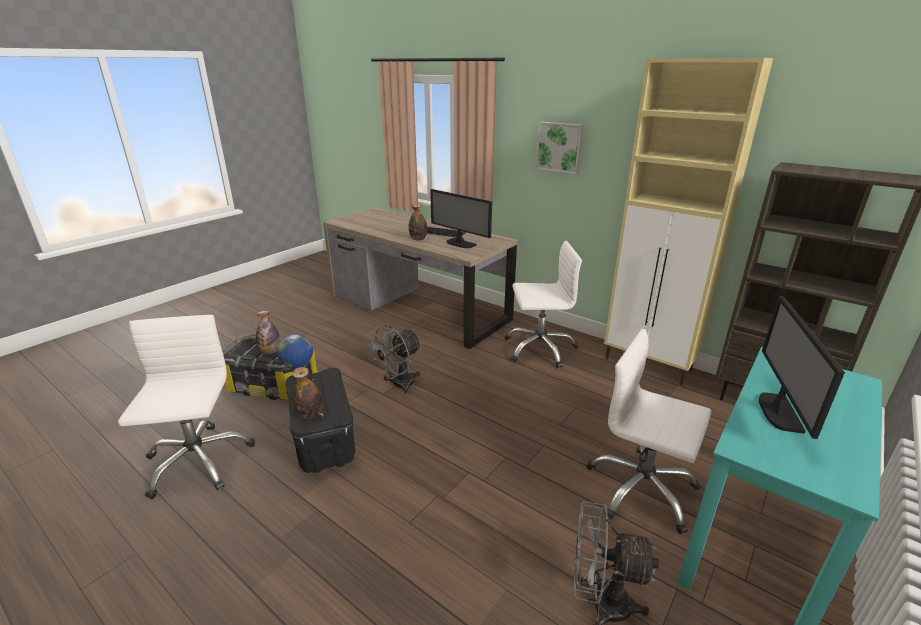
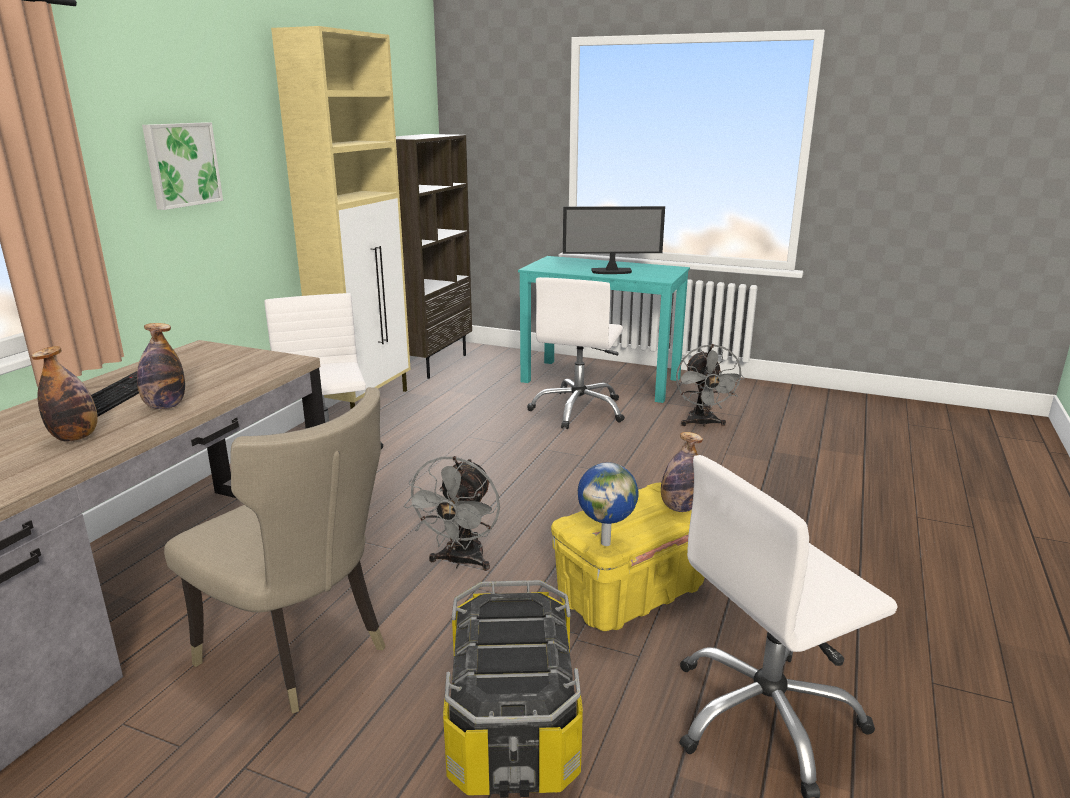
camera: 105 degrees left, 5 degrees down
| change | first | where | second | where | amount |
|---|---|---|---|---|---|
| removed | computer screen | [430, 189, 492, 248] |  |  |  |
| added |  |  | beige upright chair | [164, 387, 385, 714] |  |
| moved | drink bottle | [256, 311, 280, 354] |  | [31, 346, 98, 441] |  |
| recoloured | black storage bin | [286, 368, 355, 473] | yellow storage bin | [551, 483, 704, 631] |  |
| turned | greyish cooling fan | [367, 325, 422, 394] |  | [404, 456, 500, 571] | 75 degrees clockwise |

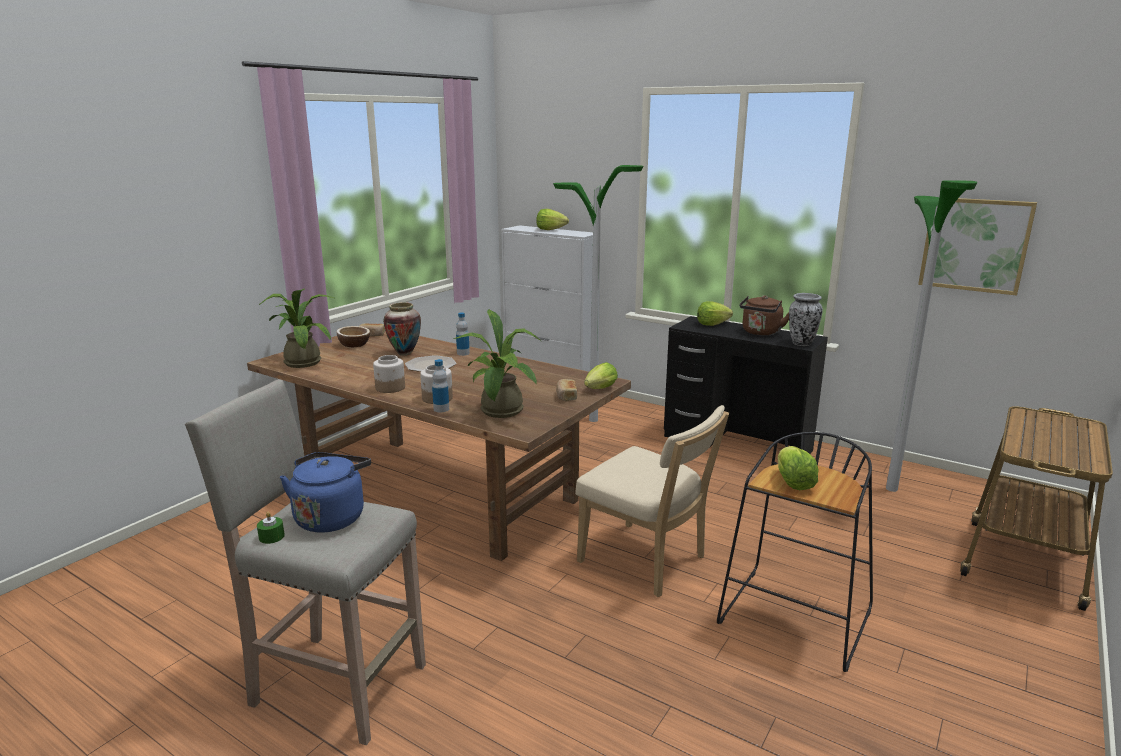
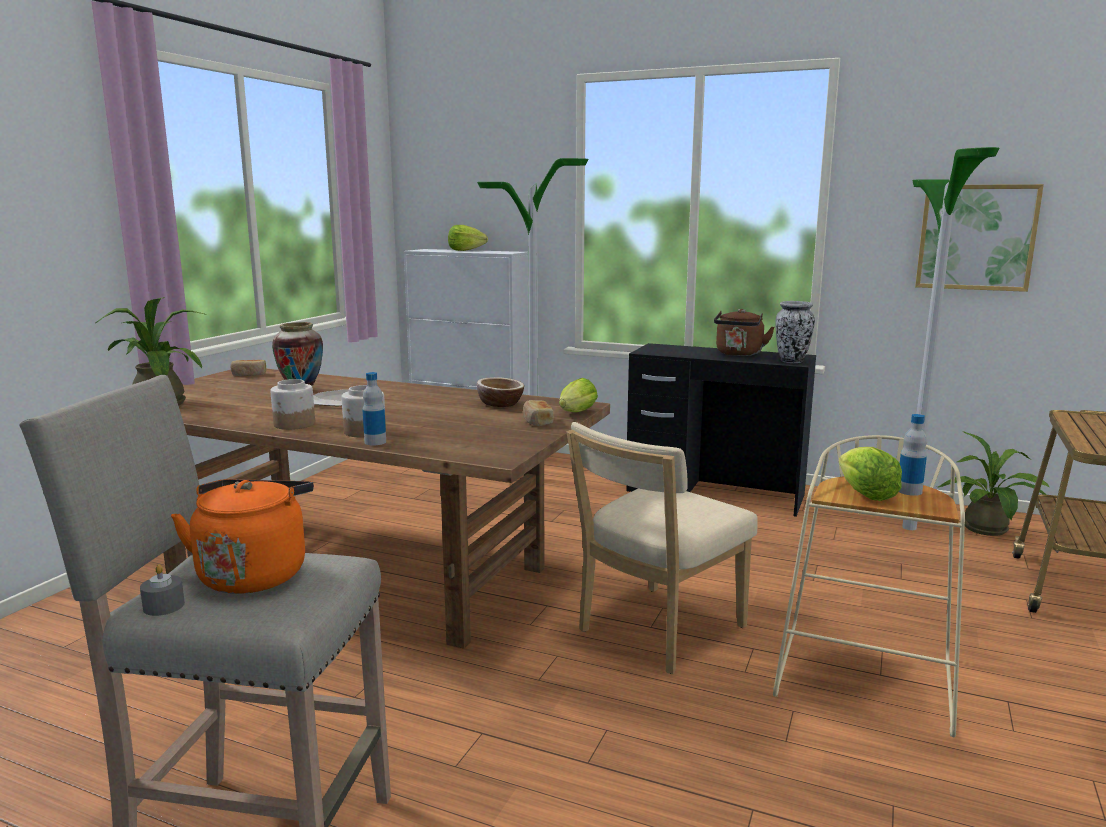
camera: 10 degrees left, 5 degrees down
| change | first | where | second | where | amount |
|---|---|---|---|---|---|
| removed | lettuce | [697, 302, 733, 326] |  |  |  |
| moved | bowl | [337, 326, 370, 347] |  | [477, 377, 524, 407] |  |
| moved | plant in a pot | [453, 309, 541, 418] |  | [938, 431, 1049, 536] |  |
| moved | drink bottle | [456, 312, 470, 356] |  | [899, 414, 927, 496] |  |
| recoloured | green-coloured wax light | [257, 512, 285, 544] | greyish wax light | [140, 564, 185, 616] |  |
| recoloured | bluish kettle | [280, 452, 371, 533] | orange-coloured kettle | [171, 479, 314, 594] |  |
| recoloured | black stool seat | [717, 432, 873, 672] | beige stool seat | [773, 435, 965, 738] |  |
| turned | beige upright chair | [575, 405, 729, 597] |  | [567, 422, 758, 674] | 105 degrees clockwise |

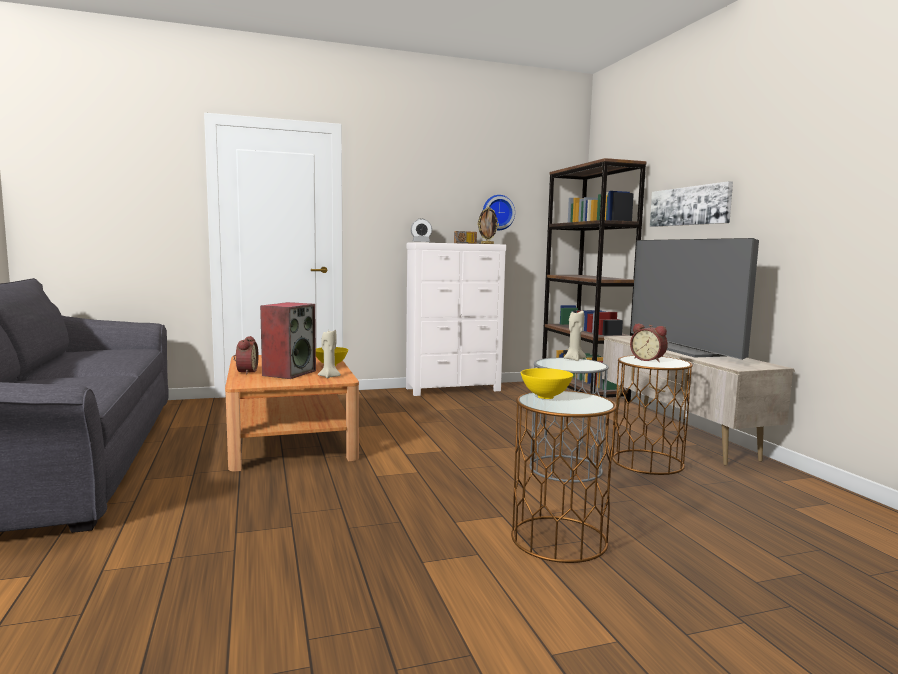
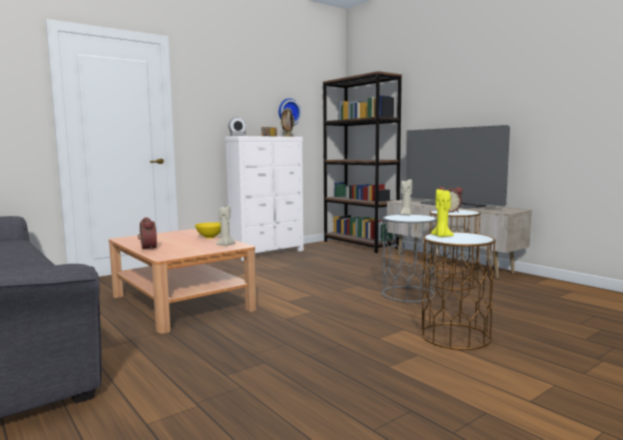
camera: 20 degrees left, 0 degrees up
| change | first | where | second | where | amount |
|---|---|---|---|---|---|
| removed | speaker | [260, 302, 316, 379] |  |  |  |
| removed | wall picture | [650, 181, 733, 227] |  |  |  |
| replaced | yellow bowl | [521, 368, 573, 399] | yellow wax light | [431, 189, 454, 237] |  |

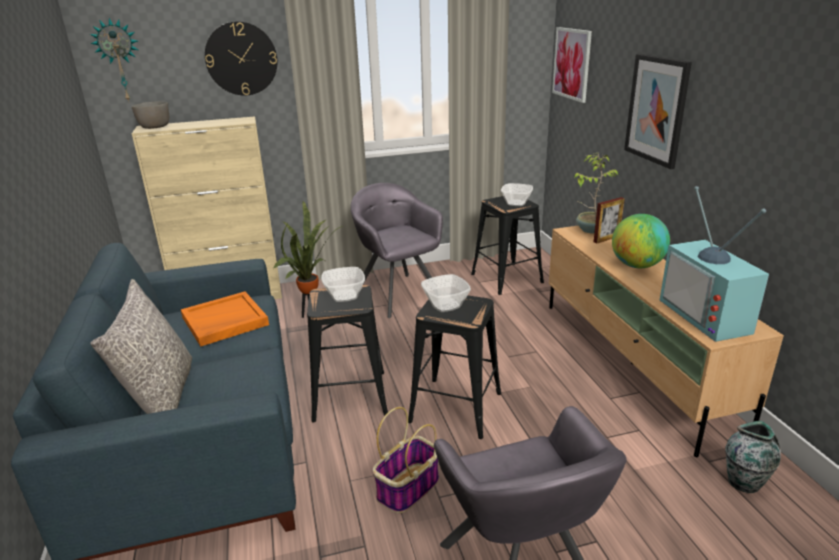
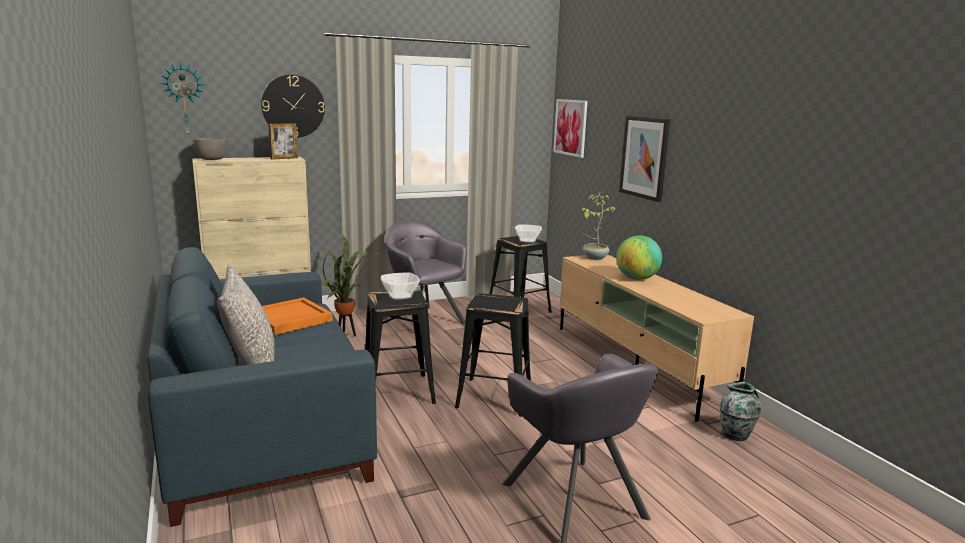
camera: 10 degrees left, 10 degrees down
| change | first | where | second | where | amount |
|---|---|---|---|---|---|
| removed | household basket | [373, 407, 439, 513] |  |  |  |
| removed | bowl | [421, 274, 471, 312] |  |  |  |
| removed | television | [660, 186, 769, 342] |  |  |  |
| moved | picture frame | [594, 197, 625, 244] |  | [268, 123, 298, 159] |  |

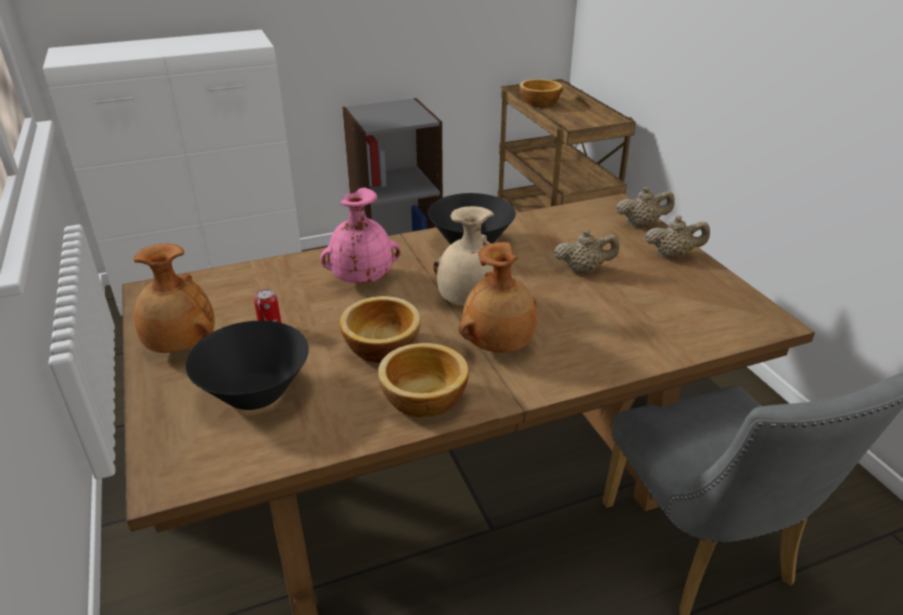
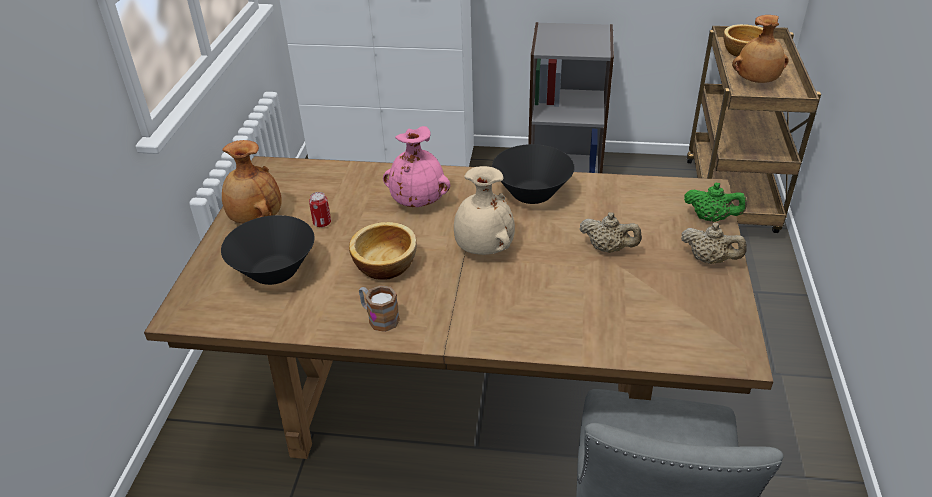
camera: 30 degrees right, 5 degrees up
| change | first | where | second | where | amount |
|---|---|---|---|---|---|
| moved | brownish flower vase | [458, 242, 537, 353] |  | [732, 15, 788, 83] |  |
| replaced | bowl | [378, 343, 469, 417] | mug | [359, 285, 400, 332] |  |
| recoloured | beige teapot | [616, 186, 675, 227] | green-coloured teapot | [684, 183, 747, 222] |  |

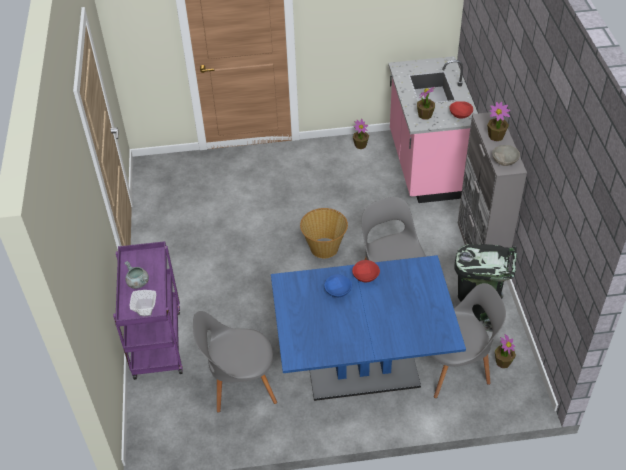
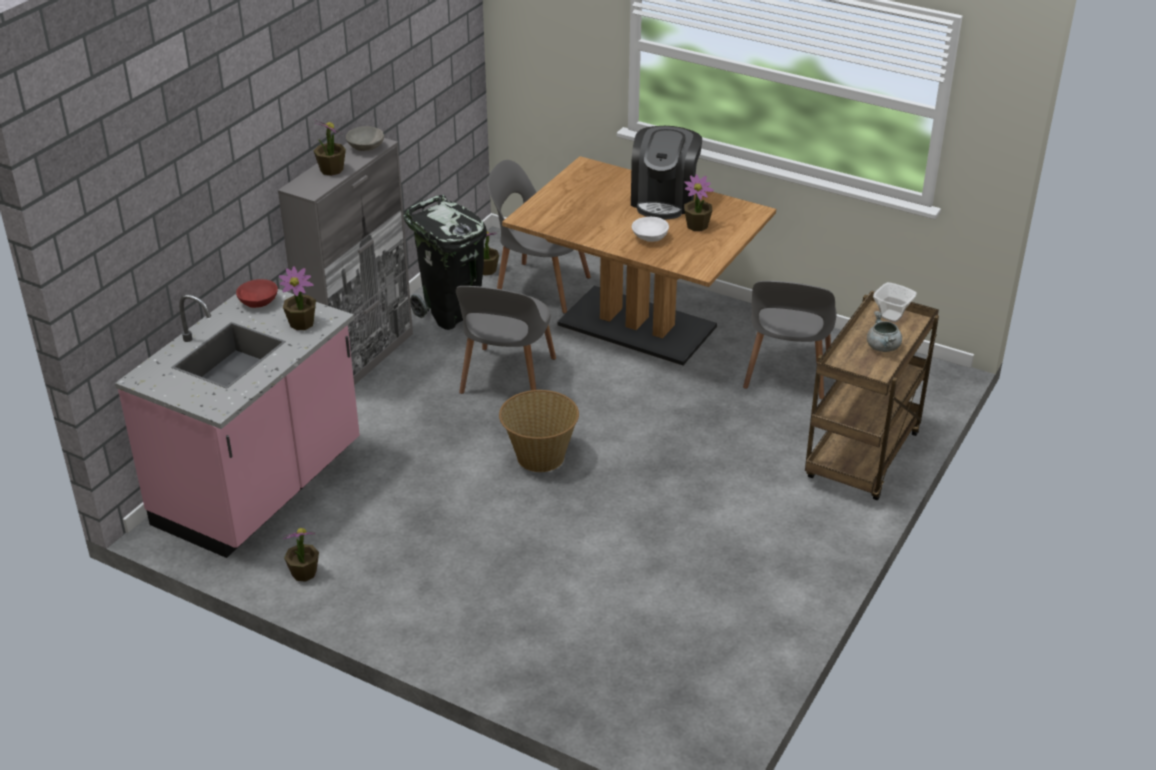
camera: 145 degrees left, 10 degrees down
| change | first | where | second | where | amount |
|---|---|---|---|---|---|
| removed | reddish bowl | [352, 260, 380, 282] |  |  |  |
| added |  |  | coffee machine | [631, 126, 702, 219] |  |
| added |  |  | plant in a pot | [684, 174, 714, 231] |  |
| recoloured | purple wheeled cart | [113, 241, 183, 380] | brownish wheeled cart | [805, 291, 939, 500] |  |
| recoloured | bluish dinner table | [271, 255, 466, 401] | brownish dinner table | [502, 156, 776, 365] |  |
| recoloured | bluish bowl | [324, 274, 352, 297] | white-coloured bowl | [632, 217, 669, 242] |  |
| turned | greyish upright chair | [193, 311, 277, 413] |  | [743, 281, 836, 399] | 75 degrees clockwise |

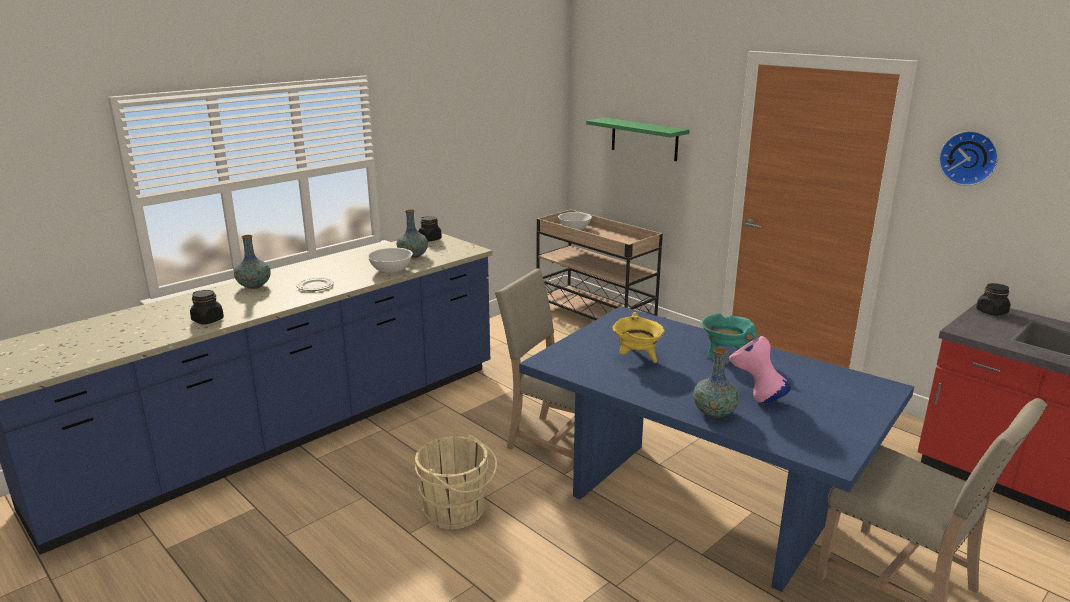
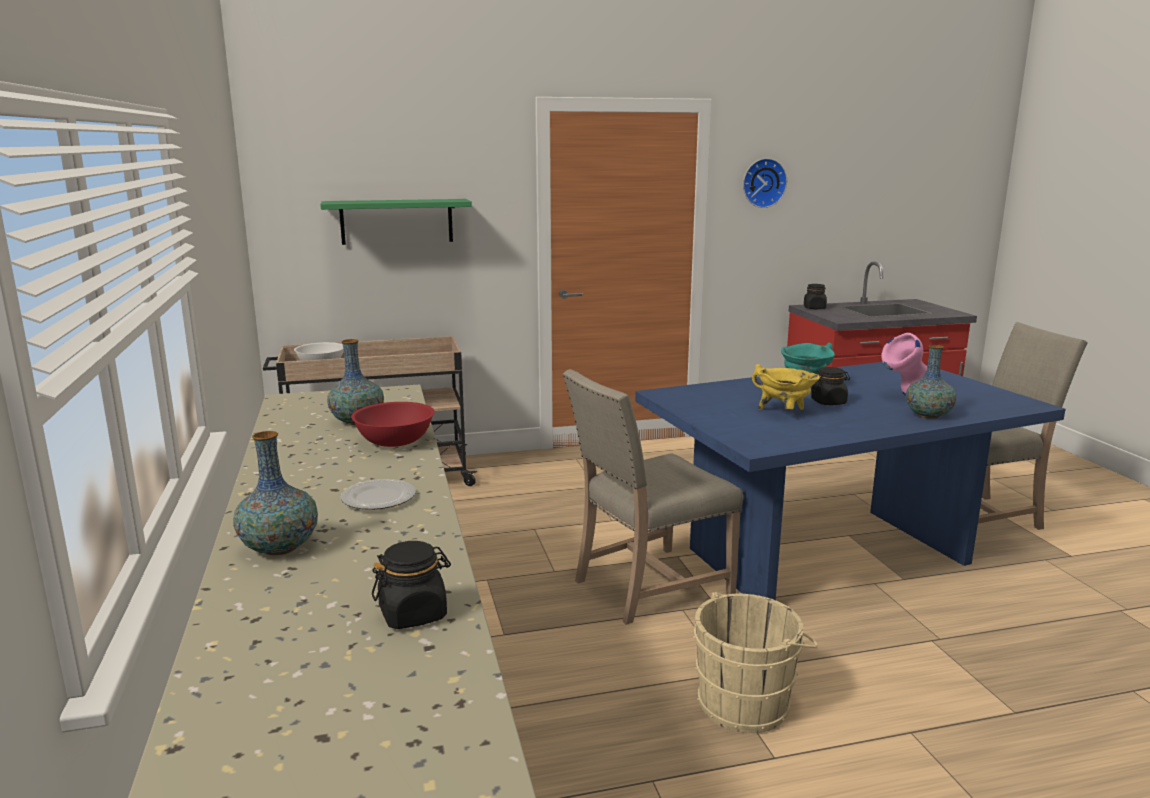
camera: 60 degrees left, 5 degrees down
| change | first | where | second | where | amount |
|---|---|---|---|---|---|
| moved | black storage jar | [418, 216, 442, 241] |  | [811, 367, 850, 405] |  |
| recoloured | white-coloured bowl | [367, 248, 413, 273] | reddish bowl | [351, 402, 435, 447] |  |

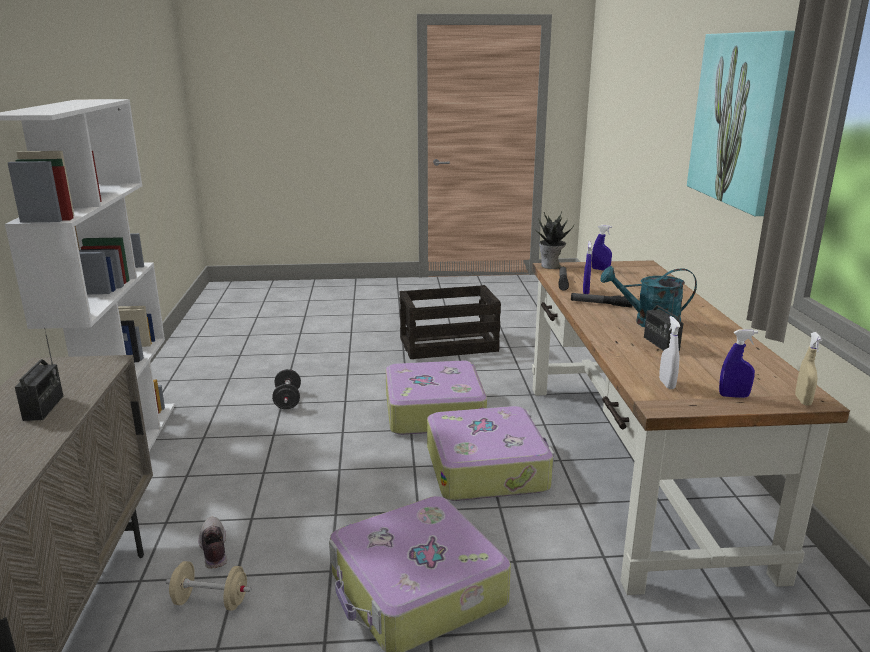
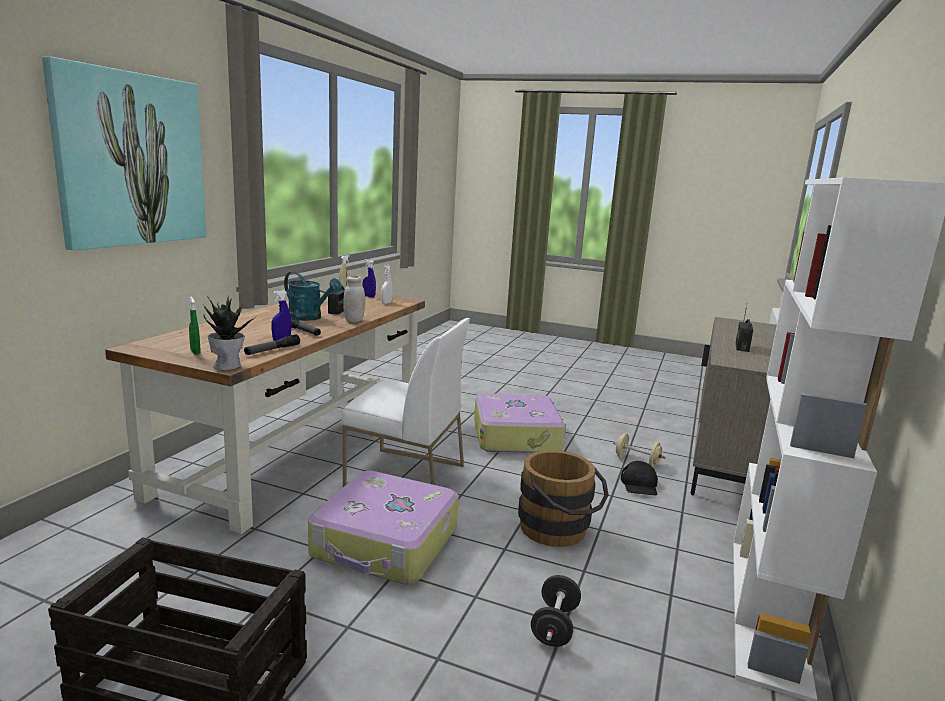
camera: 155 degrees left, 5 degrees down
| change | first | where | second | where | amount |
|---|---|---|---|---|---|
| added |  |  | white-coloured storage jar | [343, 275, 365, 322] |  |
| added |  |  | brownish pail | [518, 450, 609, 547] |  |
| replaced | low shoe | [198, 517, 227, 569] | black baseball cap | [621, 461, 658, 495] |  |
| replaced | piece of luggage | [427, 406, 554, 501] | white-coloured upright chair | [341, 318, 470, 487] |  |
| recoloured | bluish spray bottle | [592, 225, 612, 271] | green-coloured spray bottle | [189, 297, 201, 355] |  |

